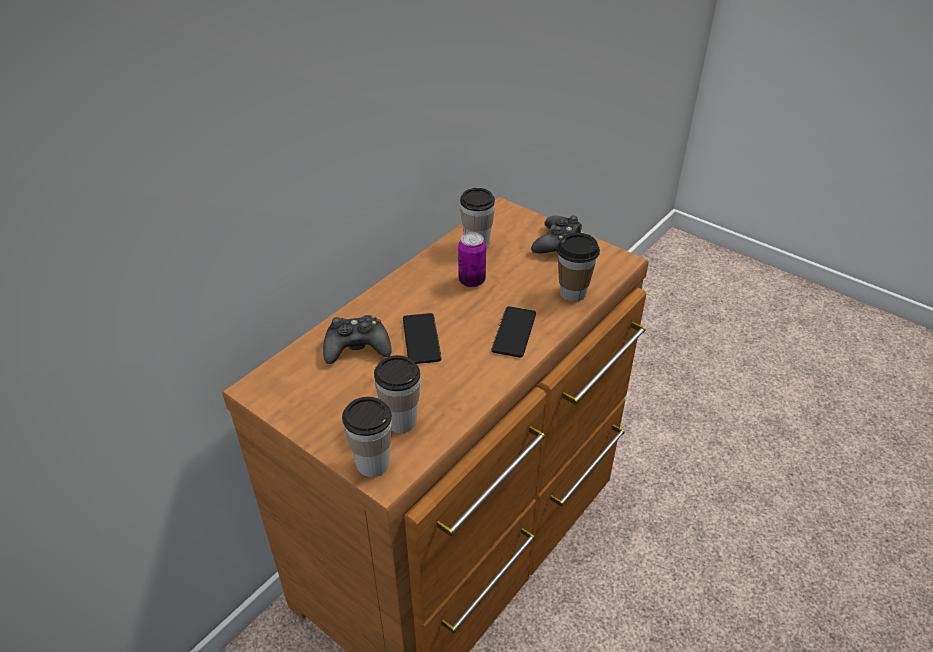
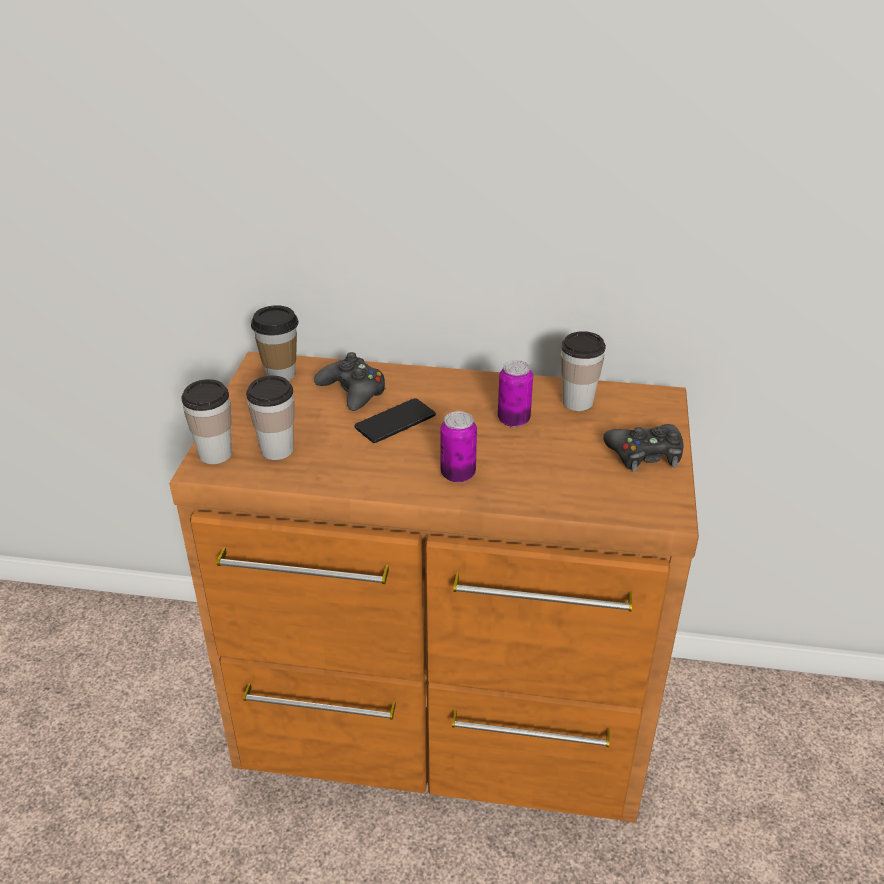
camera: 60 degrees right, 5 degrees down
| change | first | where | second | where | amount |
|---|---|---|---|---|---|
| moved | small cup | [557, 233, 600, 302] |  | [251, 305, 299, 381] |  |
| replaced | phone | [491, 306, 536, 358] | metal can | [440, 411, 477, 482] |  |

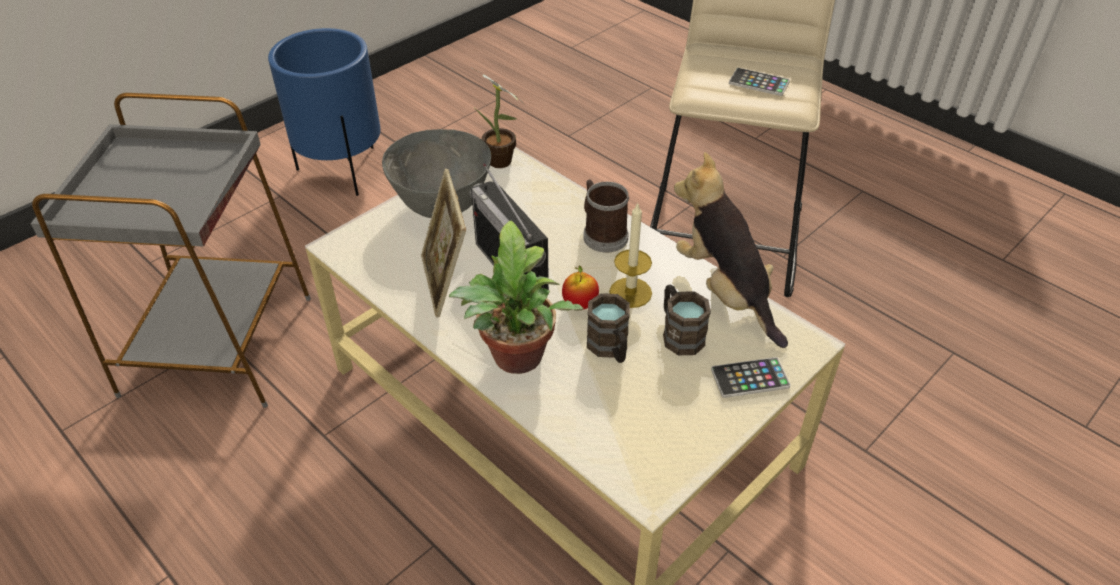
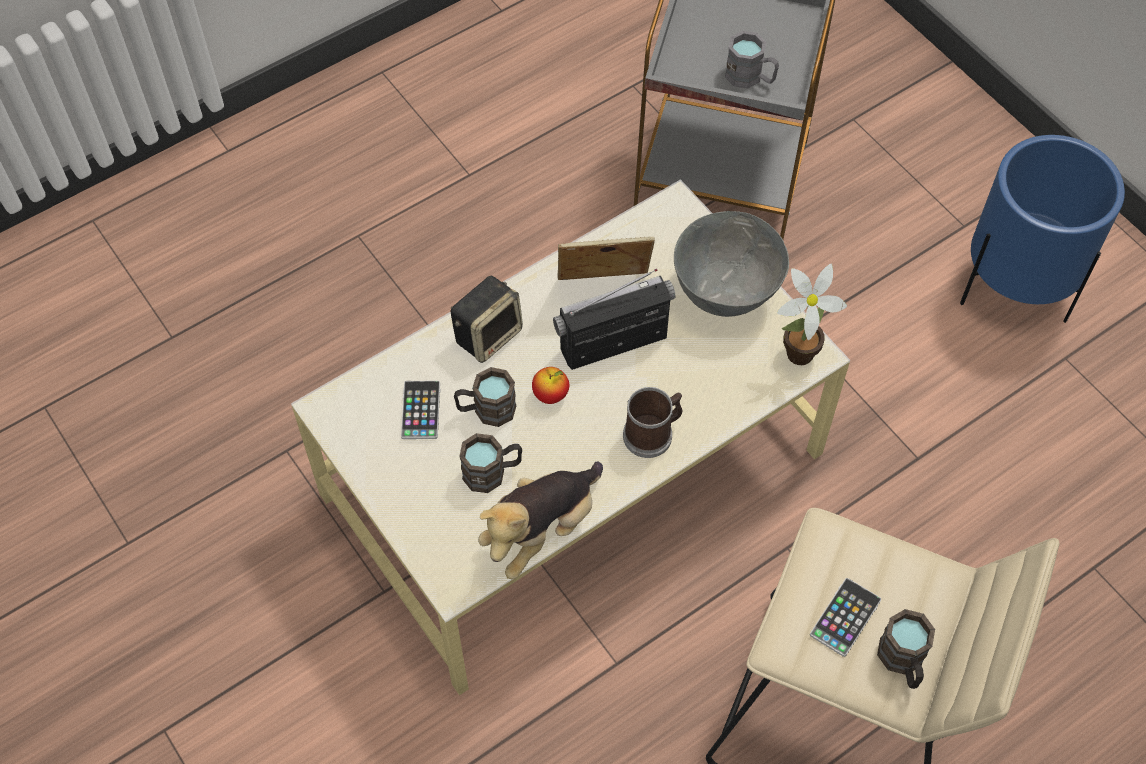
camera: 100 degrees right, 15 degrees up
| change | first | where | second | where | amount |
|---|---|---|---|---|---|
| removed | wax light | [609, 202, 652, 308] |  |  |  |
| added |  |  | greyish mug | [725, 31, 779, 88] |  |
| added |  |  | brownish mug | [877, 609, 935, 689] |  |
| moved | phone | [711, 357, 791, 398] |  | [401, 381, 440, 439] |  |
| replaced | plant in a pot | [449, 221, 583, 374] | speaker | [451, 276, 523, 363] |  |
| turned | soft toy | [674, 152, 788, 348] |  | [478, 462, 603, 579] | 150 degrees clockwise |

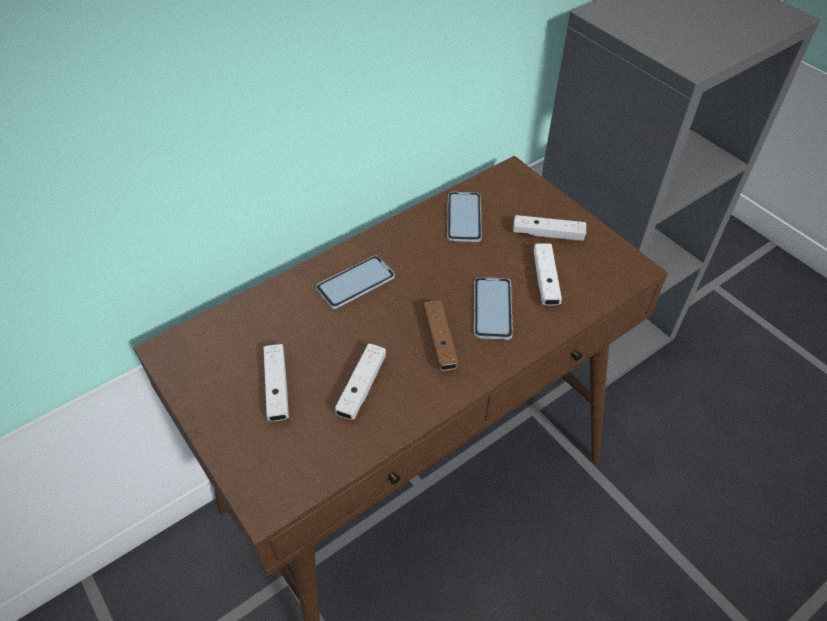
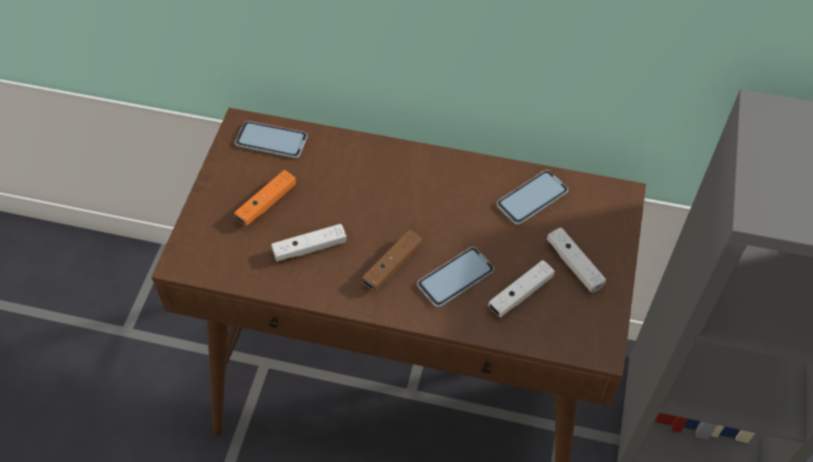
camera: 50 degrees right, 5 degrees up
| change | first | where | second | where | amount |
|---|---|---|---|---|---|
| moved | phone | [316, 256, 395, 309] |  | [235, 121, 307, 158] |  |
| recoloured | white-coloured game controller | [263, 344, 289, 421] | orange-coloured game controller | [234, 170, 296, 226] |  |

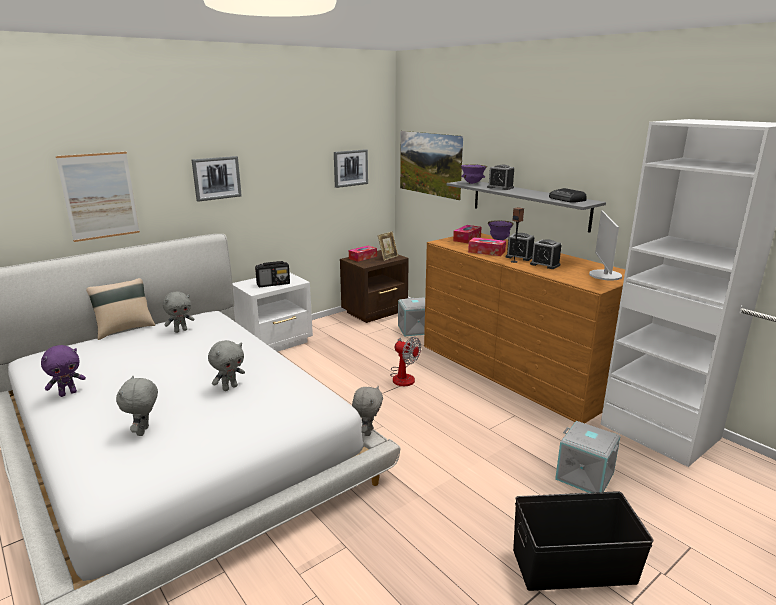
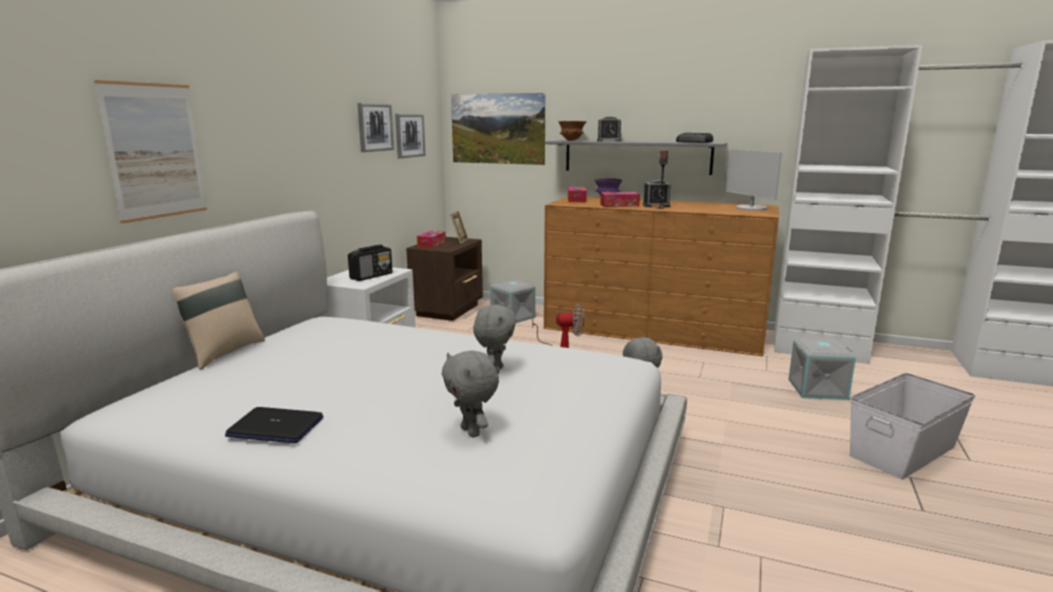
camera: 30 degrees left, 5 degrees down
| change | first | where | second | where | amount |
|---|---|---|---|---|---|
| removed | greyish soft toy | [163, 291, 194, 333] |  |  |  |
| removed | table clock | [530, 239, 561, 269] |  |  |  |
| moved | wall picture | [192, 156, 242, 202] |  | [357, 103, 394, 152] |  |
| replaced | purple soft toy | [41, 345, 86, 397] | notebook computer | [225, 407, 323, 443] |  |
| recoloured | purple bowl | [461, 164, 487, 184] | brownish bowl | [558, 121, 587, 141] |  |
| recoloured | black storage bin | [513, 491, 654, 591] | white-coloured storage bin | [850, 373, 975, 479] |  |

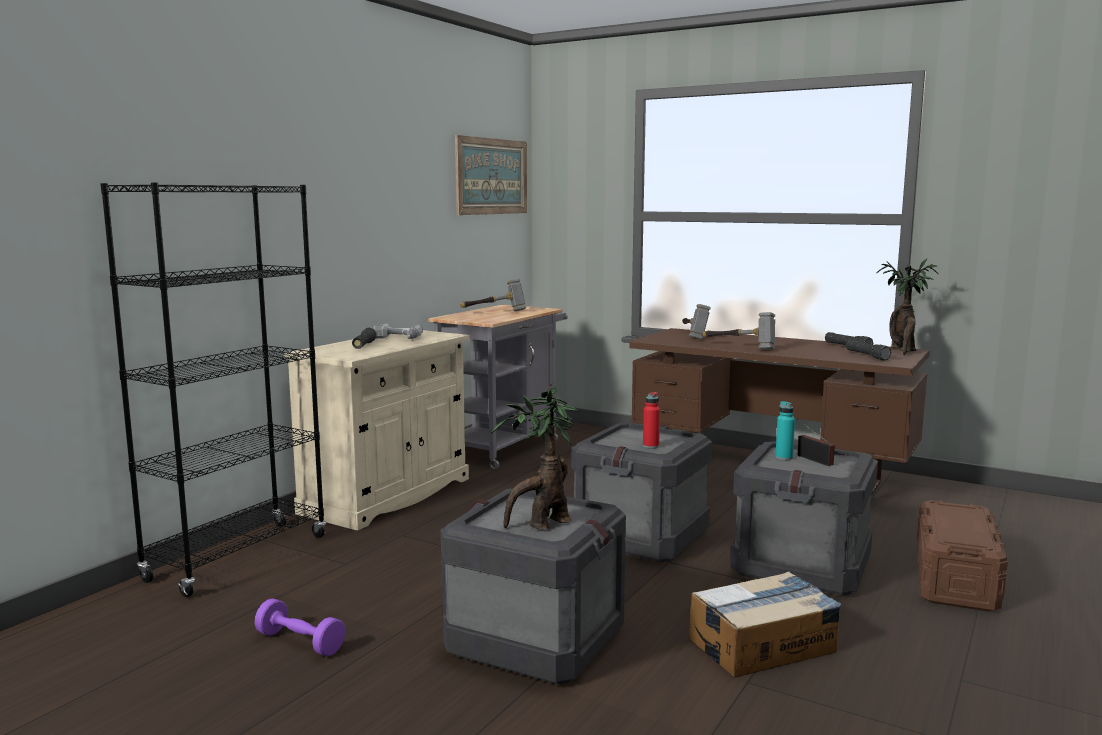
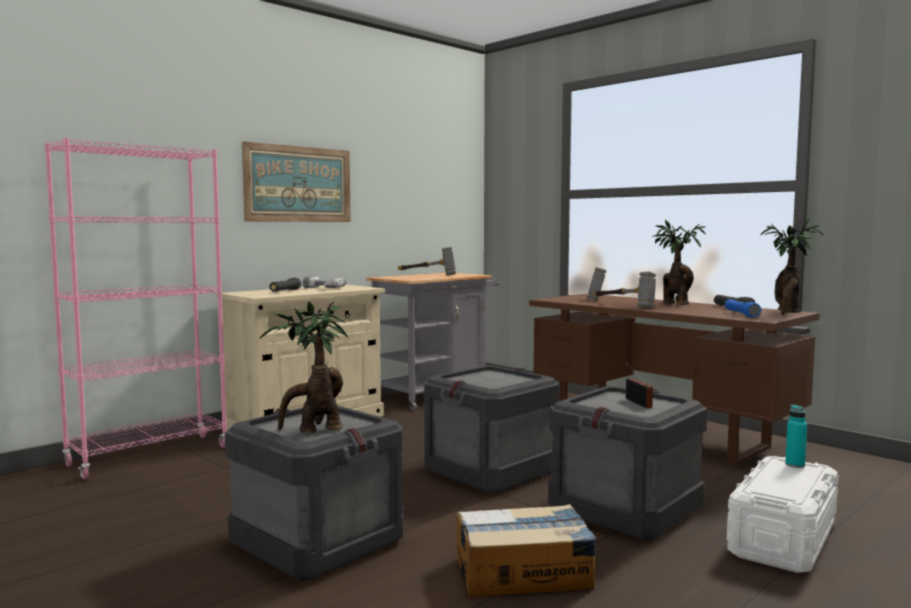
camera: 15 degrees right, 5 degrees down
| change | first | where | second | where | amount |
|---|---|---|---|---|---|
| removed | purple dumbbell | [255, 598, 345, 656] |  |  |  |
| removed | reddish drink bottle | [643, 392, 660, 448] |  |  |  |
| added |  |  | plant in a pot | [652, 220, 706, 305] |  |
| moved | wall picture | [455, 135, 527, 215] |  | [242, 141, 351, 222] |  |
| moved | turquoise drink bottle | [775, 401, 795, 460] |  | [785, 405, 807, 468] |  |
| recoloured | black bookshelf | [100, 183, 326, 597] | pinkish bookshelf | [44, 138, 227, 480] |  |
| recoloured | black hand torch | [846, 340, 891, 361] | bluish hand torch | [724, 299, 761, 318] |  |
| recoloured | brownish storage bin | [917, 500, 1008, 612] | white-coloured storage bin | [727, 456, 839, 573] |  |

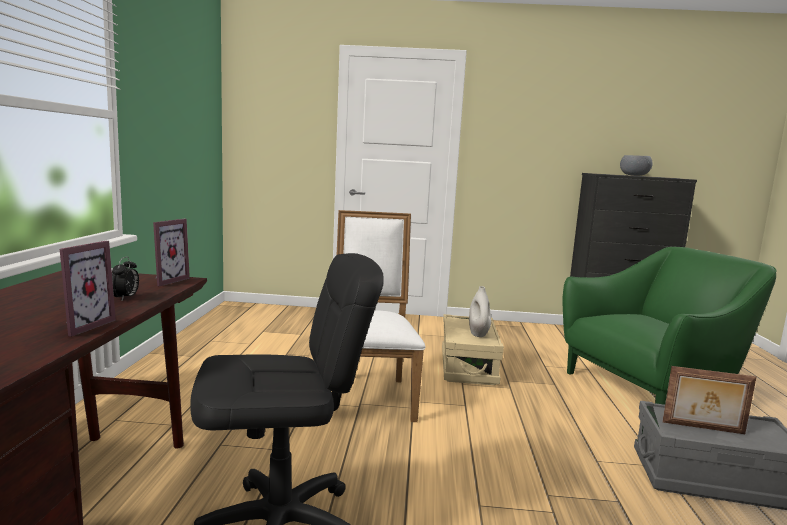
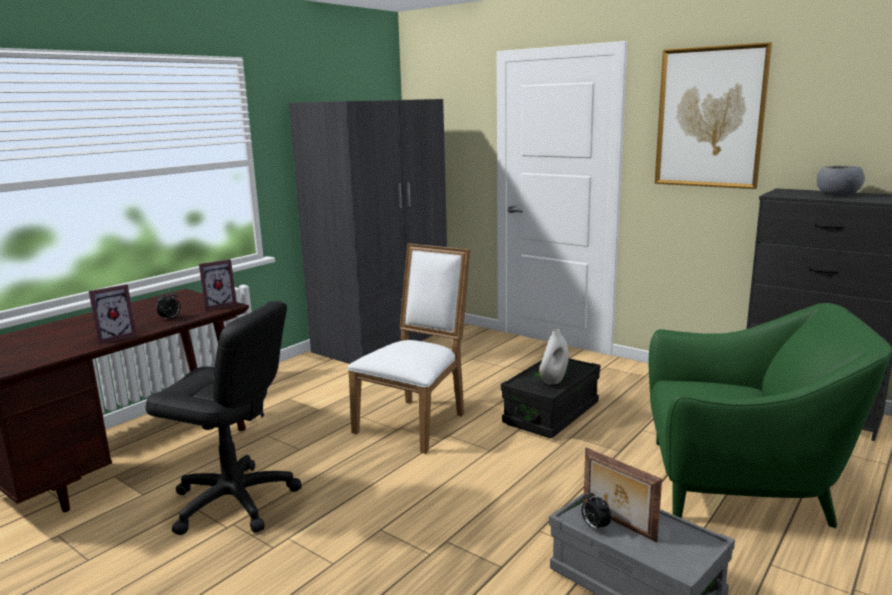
camera: 35 degrees right, 5 degrees up
| change | first | where | second | where | amount |
|---|---|---|---|---|---|
| added |  |  | greyish armoire | [289, 99, 447, 364] |  |
| added |  |  | table clock | [581, 490, 611, 533] |  |
| added |  |  | wall picture | [655, 42, 772, 189] |  |
| recoloured | beige storage bin | [442, 314, 504, 385] | black storage bin | [501, 358, 600, 438] |  |

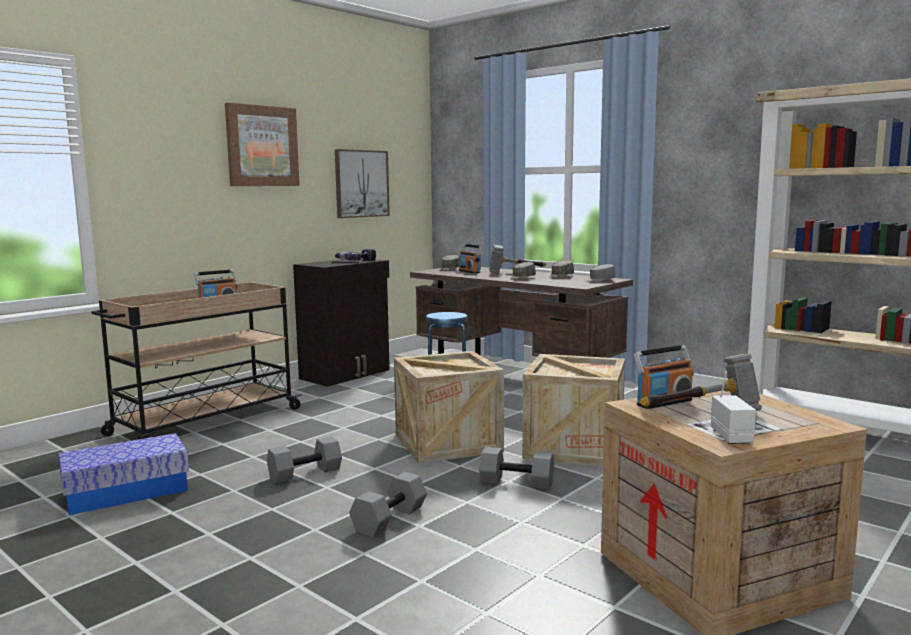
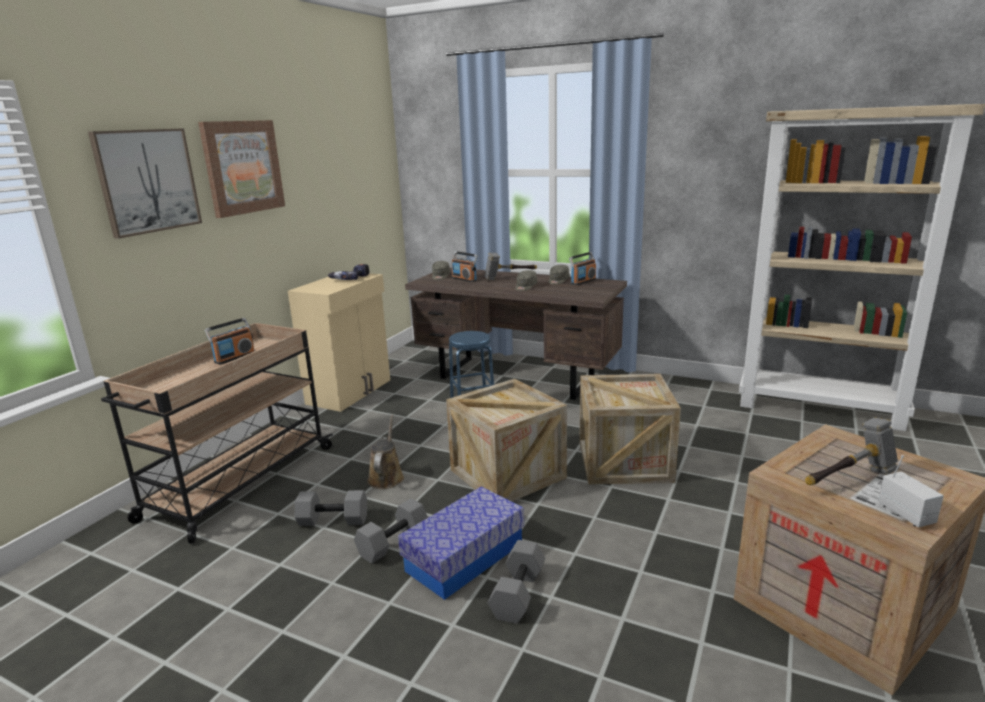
camera: 15 degrees left, 10 degrees up
| change | first | where | second | where | amount |
|---|---|---|---|---|---|
| removed | greyish baseball cap | [586, 264, 615, 282] |  |  |  |
| added |  |  | brownish watering pot | [367, 415, 404, 489] |  |
| moved | storage bin | [58, 433, 189, 515] |  | [398, 486, 524, 600] |  |
| moved | wall picture | [335, 149, 390, 218] |  | [88, 128, 202, 239] |  |
| moved | greyish dumbbell | [479, 447, 554, 489] |  | [295, 490, 367, 526] |  |
| moved | radio receiver | [634, 345, 693, 409] |  | [569, 252, 596, 285] |  |
| recoloured | black cabinet | [293, 258, 390, 387] | beige cabinet | [288, 273, 390, 412] |  |

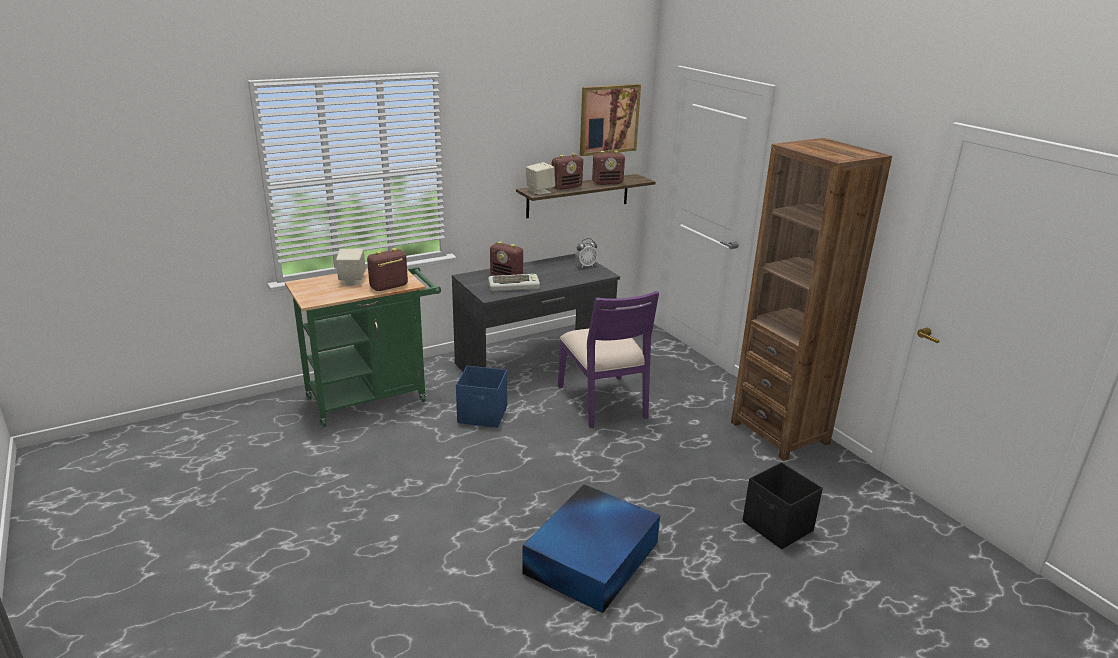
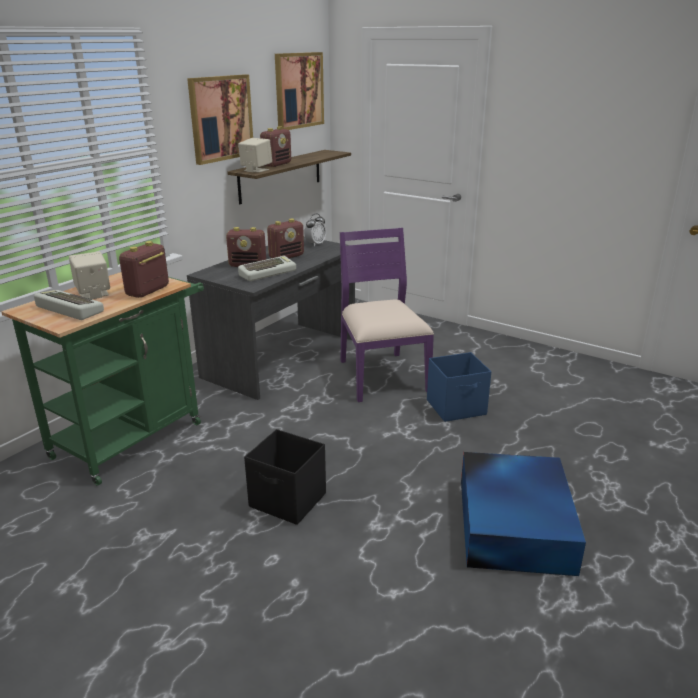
camera: 25 degrees left, 0 degrees up
| change | first | where | second | where | amount |
|---|---|---|---|---|---|
| removed | brownish bookshelf | [731, 138, 892, 461] |  |  |  |
| added |  |  | computer keyboard | [34, 290, 104, 320] |  |
| added |  |  | wall picture | [187, 74, 253, 165] |  |
| moved | bluish storage bin | [456, 366, 507, 428] |  | [427, 352, 491, 422] |  |
| moved | radio receiver | [592, 151, 625, 185] |  | [267, 219, 304, 258] |  |
| moved | black storage bin | [743, 462, 823, 549] |  | [244, 429, 326, 525] |  |
| turned | purple upright chair | [558, 291, 659, 428] |  | [340, 228, 434, 402] | 150 degrees counterclockwise |

